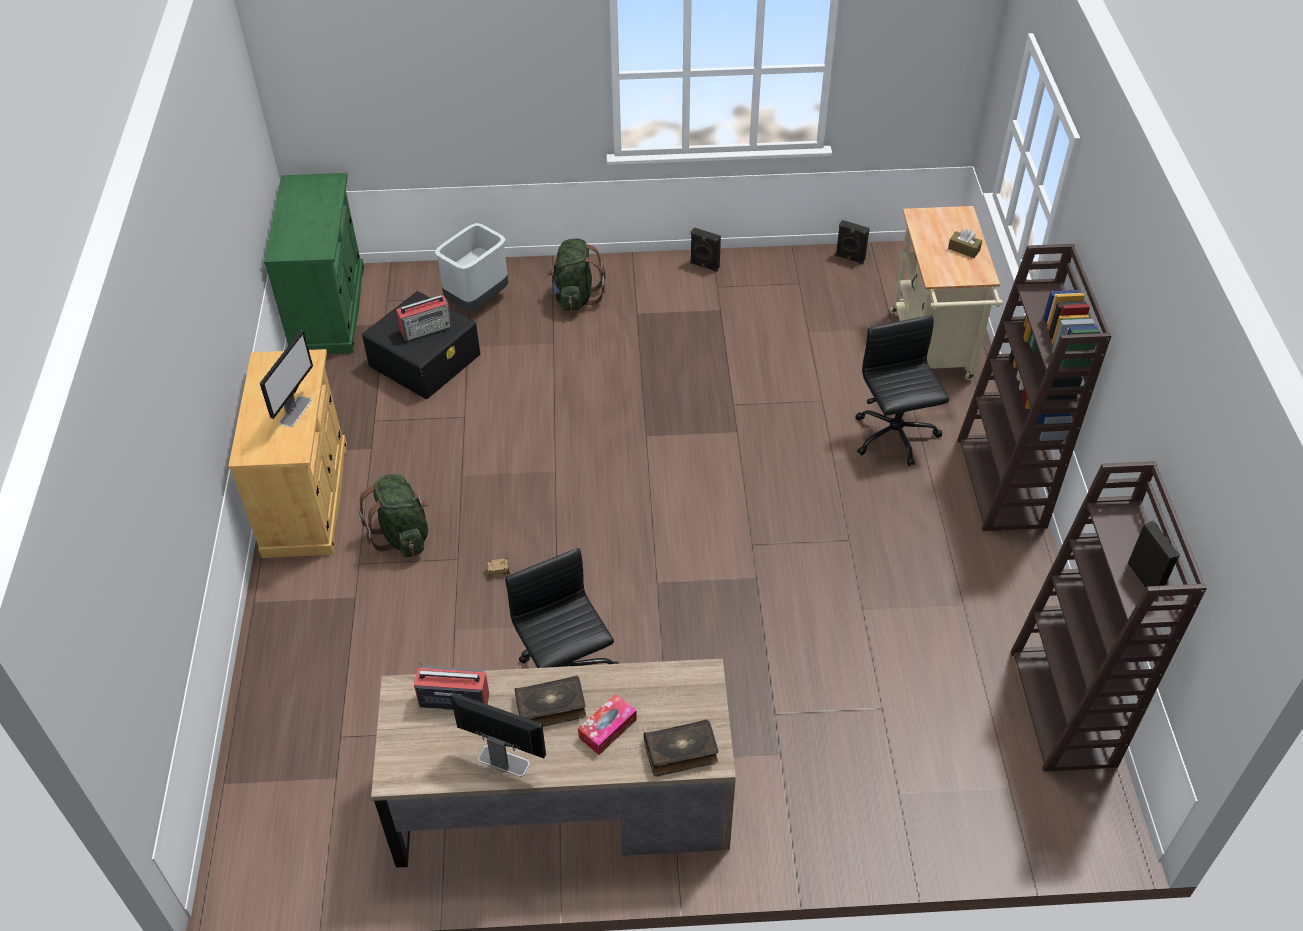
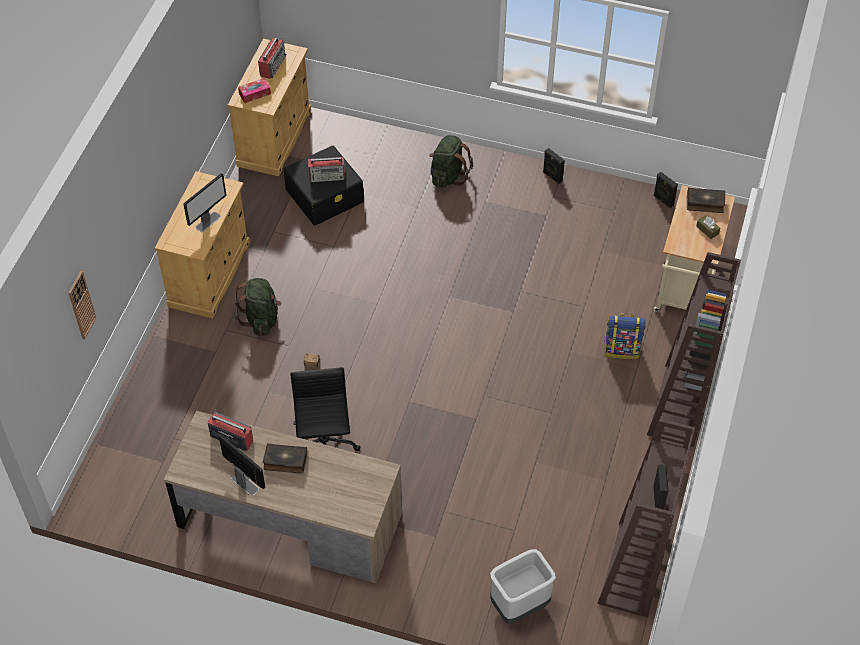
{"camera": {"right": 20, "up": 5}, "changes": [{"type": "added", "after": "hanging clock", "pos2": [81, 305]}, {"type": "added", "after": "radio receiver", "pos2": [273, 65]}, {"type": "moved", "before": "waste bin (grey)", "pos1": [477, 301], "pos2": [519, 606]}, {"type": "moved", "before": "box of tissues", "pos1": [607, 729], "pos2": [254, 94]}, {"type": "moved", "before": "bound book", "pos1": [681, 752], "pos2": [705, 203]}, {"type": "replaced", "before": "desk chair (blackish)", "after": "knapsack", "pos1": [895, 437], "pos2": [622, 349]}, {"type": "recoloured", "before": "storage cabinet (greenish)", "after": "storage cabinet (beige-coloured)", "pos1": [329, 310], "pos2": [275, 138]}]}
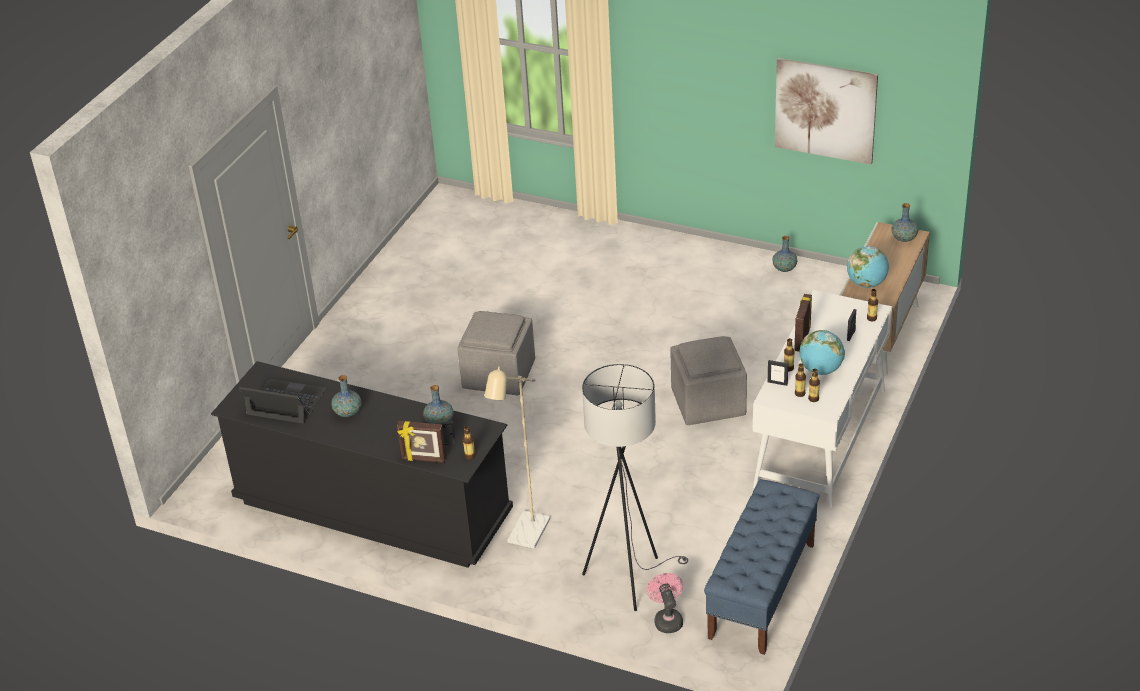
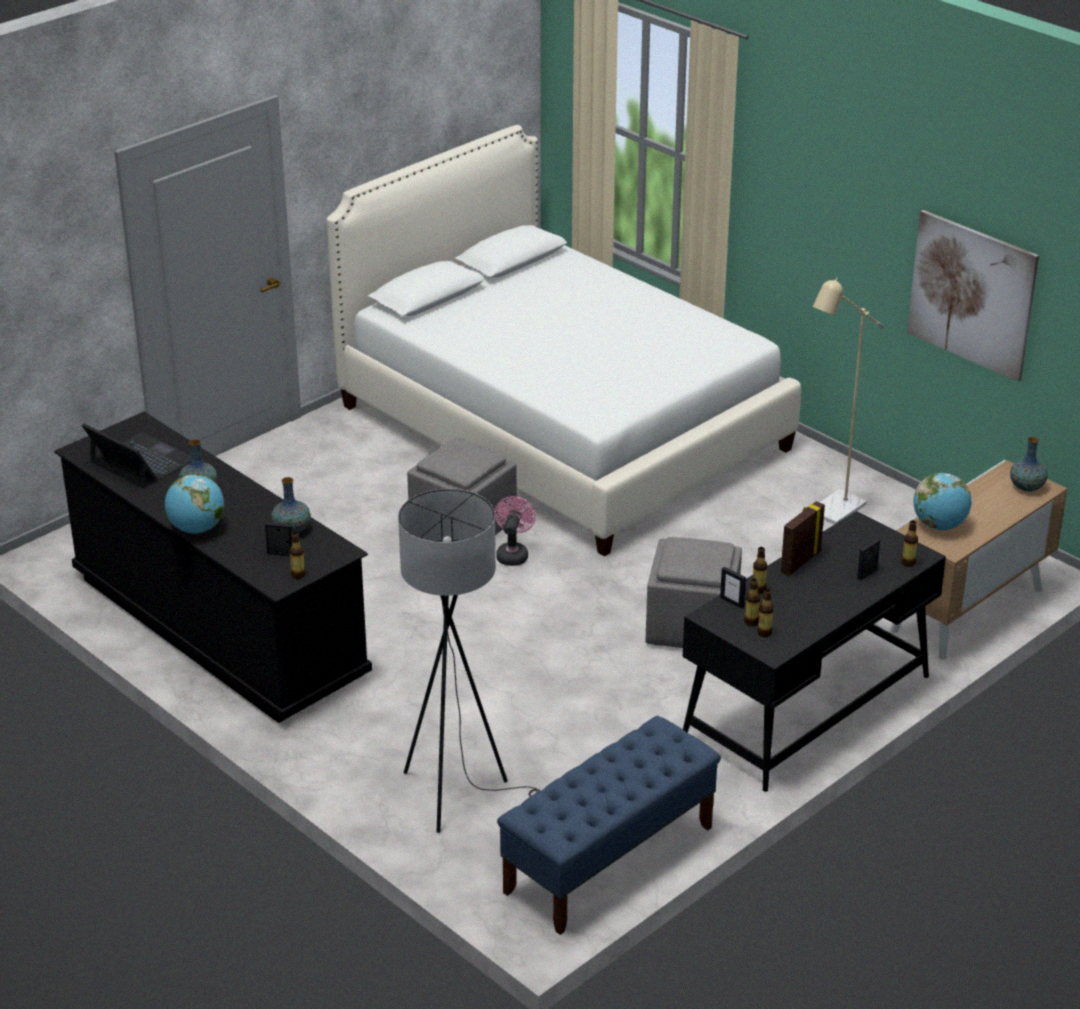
{"camera": {"right": 20, "up": -5}, "changes": [{"type": "removed", "before": "picture frame", "pos1": [424, 459]}, {"type": "removed", "before": "flower vase", "pos1": [784, 269]}, {"type": "added", "after": "bed (white)", "pos2": [562, 426]}, {"type": "moved", "before": "floor lamp (beige-coloured)", "pos1": [525, 537], "pos2": [831, 513]}, {"type": "moved", "before": "cooling fan (pink)", "pos1": [667, 619], "pos2": [513, 554]}, {"type": "moved", "before": "desk globe", "pos1": [821, 370], "pos2": [197, 529]}, {"type": "recoloured", "before": "desk unit (white)", "after": "desk unit (blackish)", "pos1": [820, 437], "pos2": [806, 706]}]}
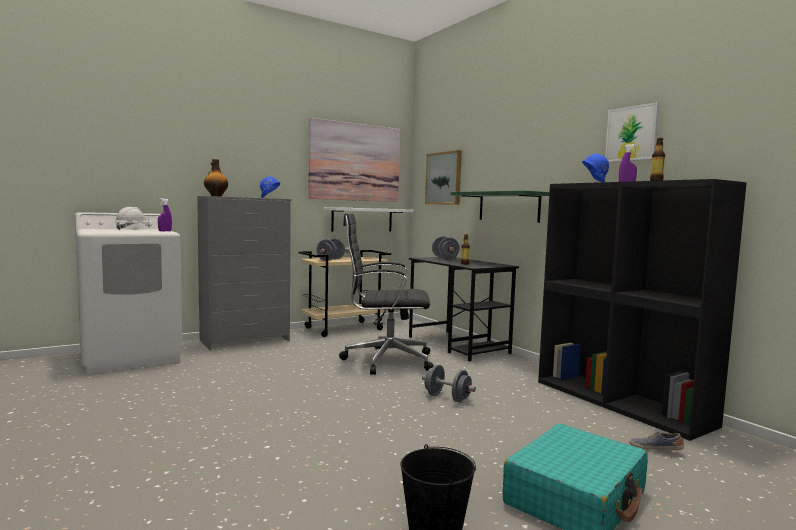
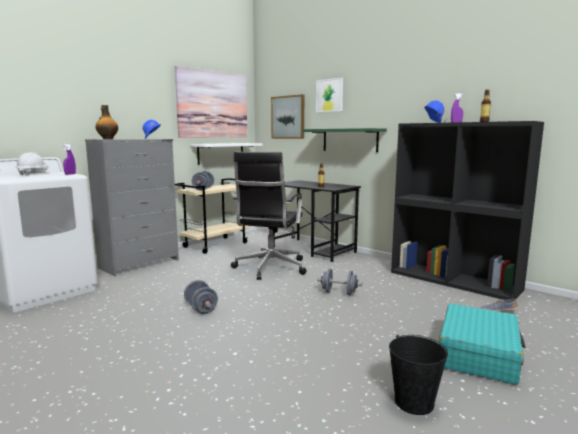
{"camera": {"right": -15, "up": 5}, "changes": [{"type": "moved", "before": "hand weight (grey)", "pos1": [445, 258], "pos2": [201, 309]}, {"type": "moved", "before": "wall picture", "pos1": [631, 133], "pos2": [329, 95]}, {"type": "turned", "before": "desk chair (blackish)", "pos1": [385, 360], "pos2": [269, 268], "turn": -60}]}
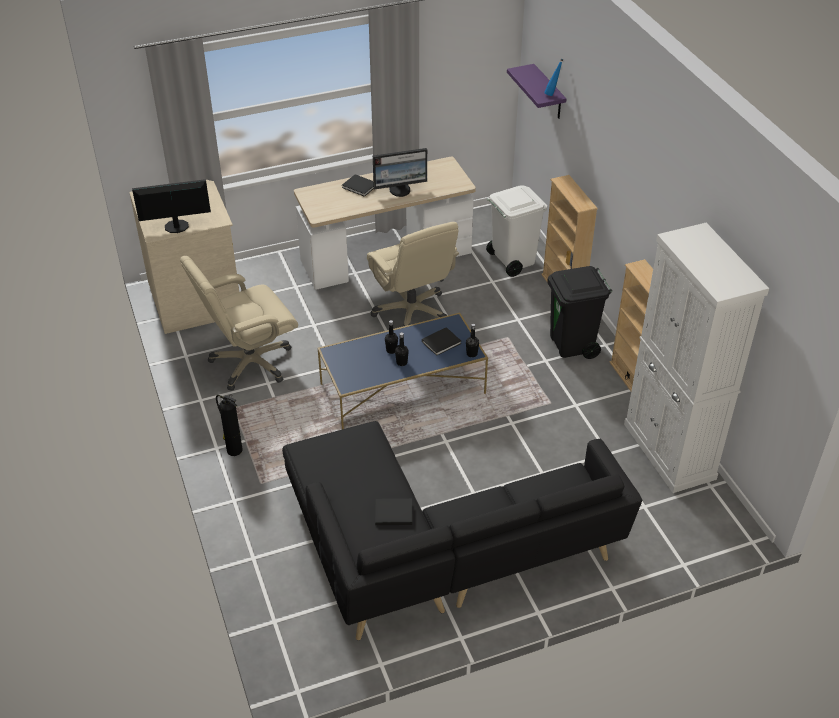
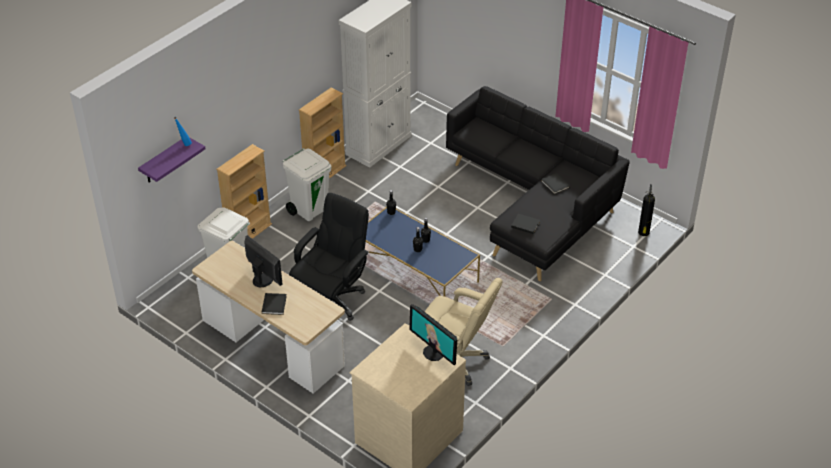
{"camera": {"right": -120, "up": 0}, "changes": [{"type": "moved", "before": "fire extinguisher", "pos1": [233, 450], "pos2": [643, 233]}, {"type": "moved", "before": "bound book (blackish)", "pos1": [442, 342], "pos2": [524, 224]}, {"type": "recoloured", "before": "desk chair (beige-coloured)", "after": "desk chair (blackish)", "pos1": [412, 312], "pos2": [331, 300]}, {"type": "recoloured", "before": "waste bin (blackish)", "after": "waste bin (white)", "pos1": [572, 345], "pos2": [310, 210]}]}
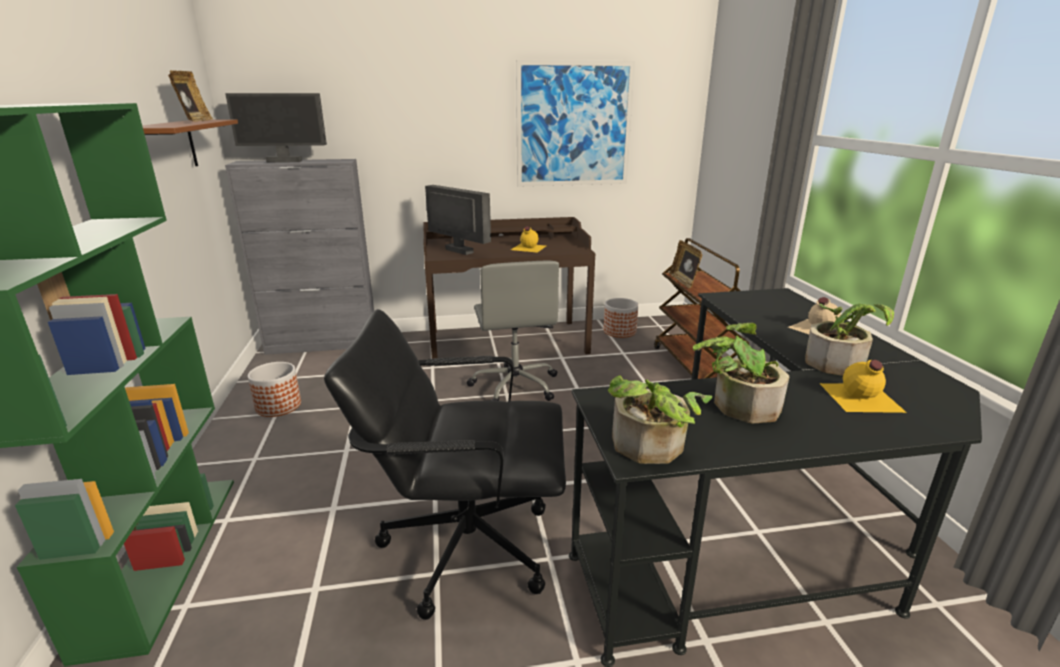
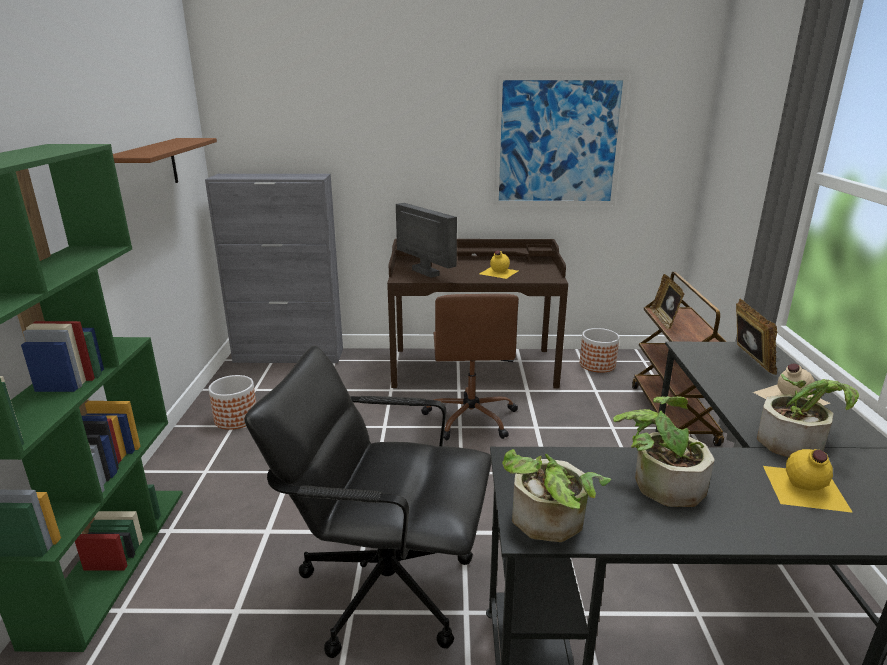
{"camera": {"right": 10, "up": 0}, "changes": [{"type": "removed", "before": "computer screen", "pos1": [285, 161]}, {"type": "moved", "before": "picture frame", "pos1": [195, 121], "pos2": [749, 360]}, {"type": "recoloured", "before": "desk chair (grey)", "after": "desk chair (brownish)", "pos1": [515, 385], "pos2": [471, 418]}]}
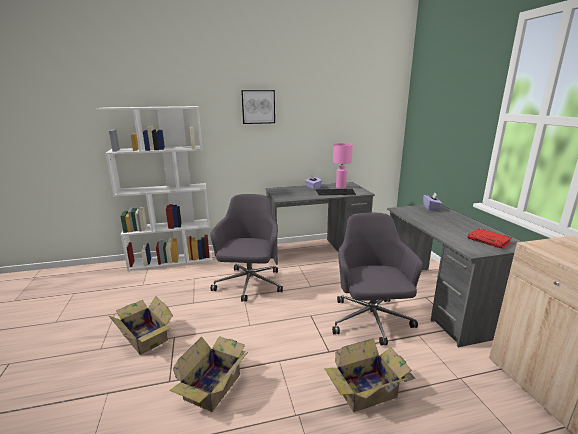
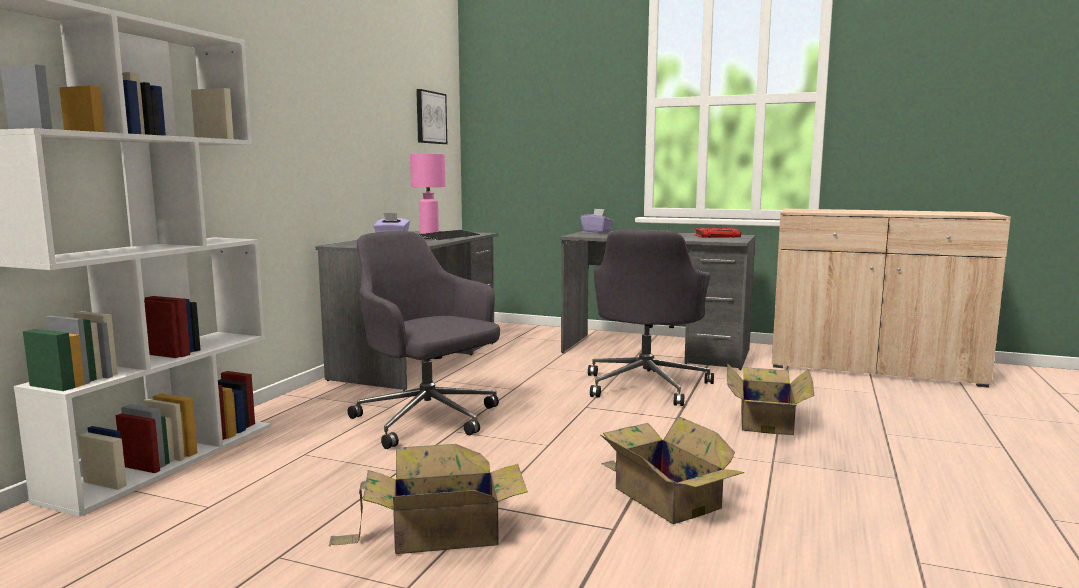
{"camera": {"right": -55, "up": -10}, "changes": [{"type": "moved", "before": "wall picture", "pos1": [258, 107], "pos2": [430, 117]}, {"type": "turned", "before": "desk chair (grey)", "pos1": [371, 321], "pos2": [646, 385], "turn": -105}]}
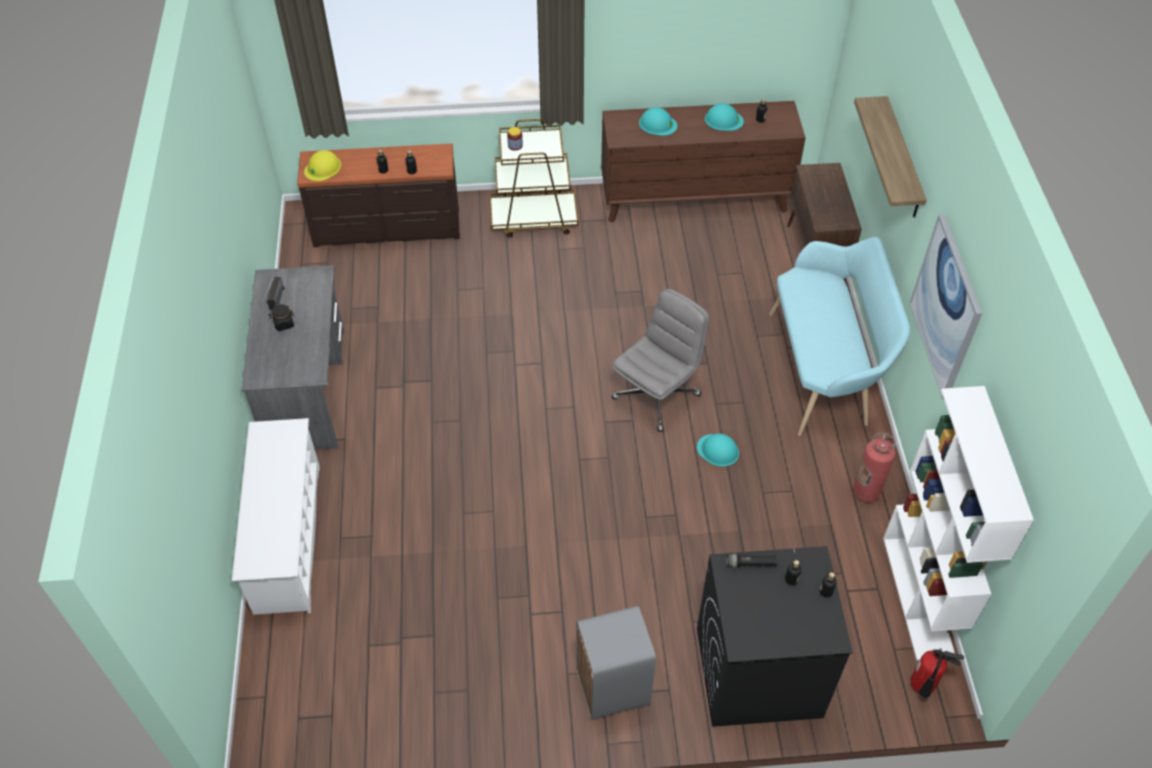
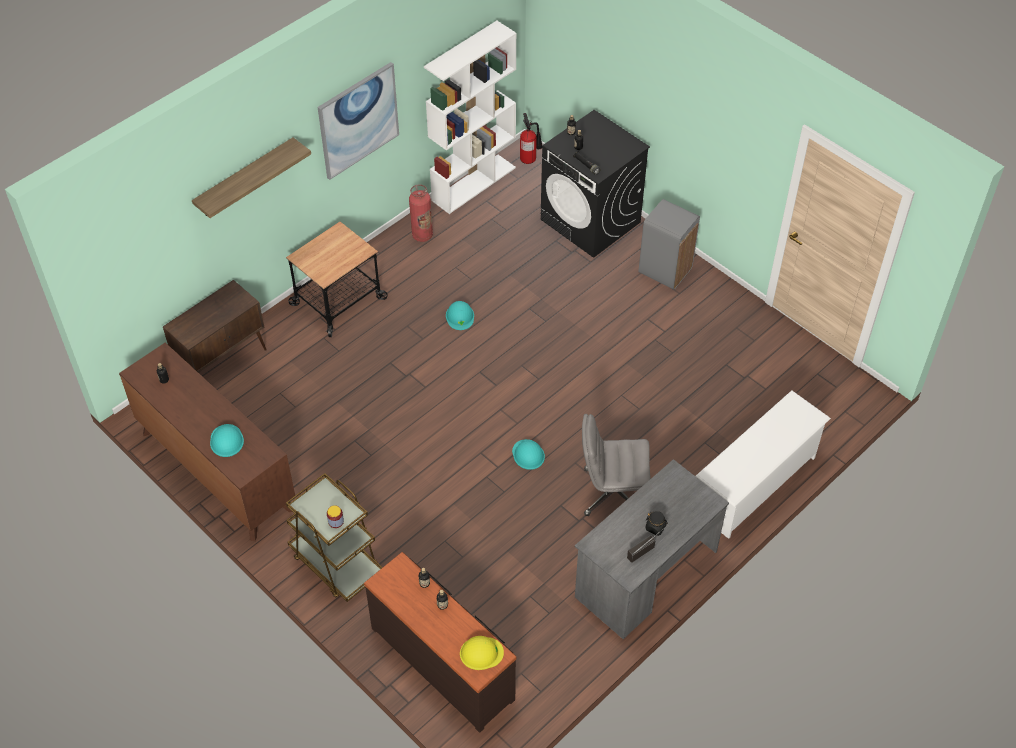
{"camera": {"right": -130, "up": 0}, "changes": [{"type": "moved", "before": "desk chair (grey)", "pos1": [656, 395], "pos2": [612, 493]}, {"type": "moved", "before": "safety helmet (turquoise-coloured)", "pos1": [723, 120], "pos2": [528, 454]}, {"type": "replaced", "before": "indoor bench (turquoise-coloured)", "after": "wheeled cart", "pos1": [824, 370], "pos2": [338, 301]}]}
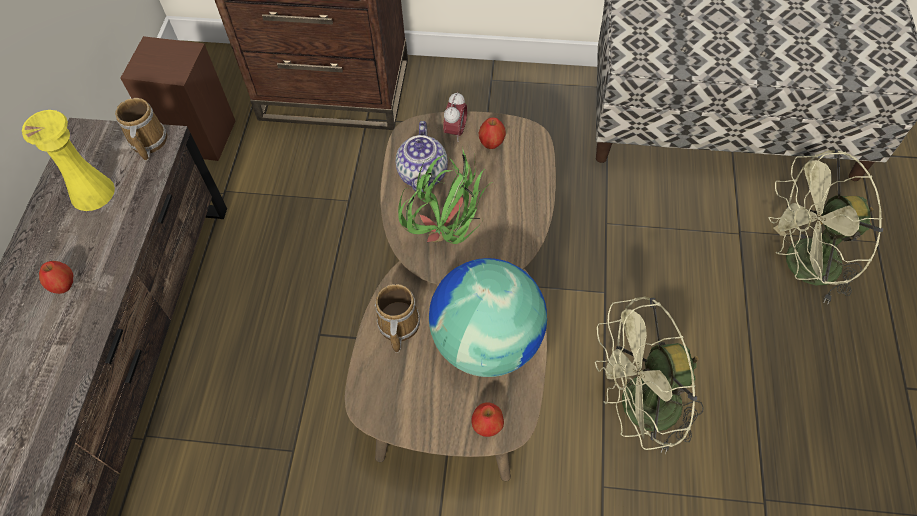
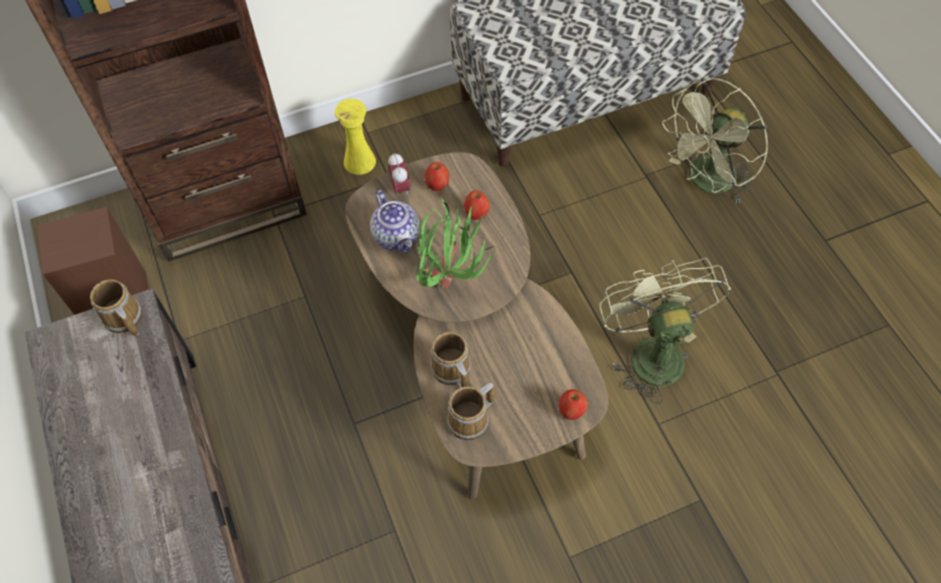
{"camera": {"right": -30, "up": 0}, "changes": [{"type": "removed", "before": "desk globe", "pos1": [486, 341]}, {"type": "added", "after": "coffee mug", "pos2": [471, 420]}, {"type": "moved", "before": "flower vase (yellow-coloured)", "pos1": [92, 193], "pos2": [359, 161]}, {"type": "moved", "before": "apple", "pos1": [64, 285], "pos2": [476, 214]}, {"type": "turned", "before": "cooling fan (greenish)", "pos1": [638, 409], "pos2": [650, 351], "turn": 120}]}
